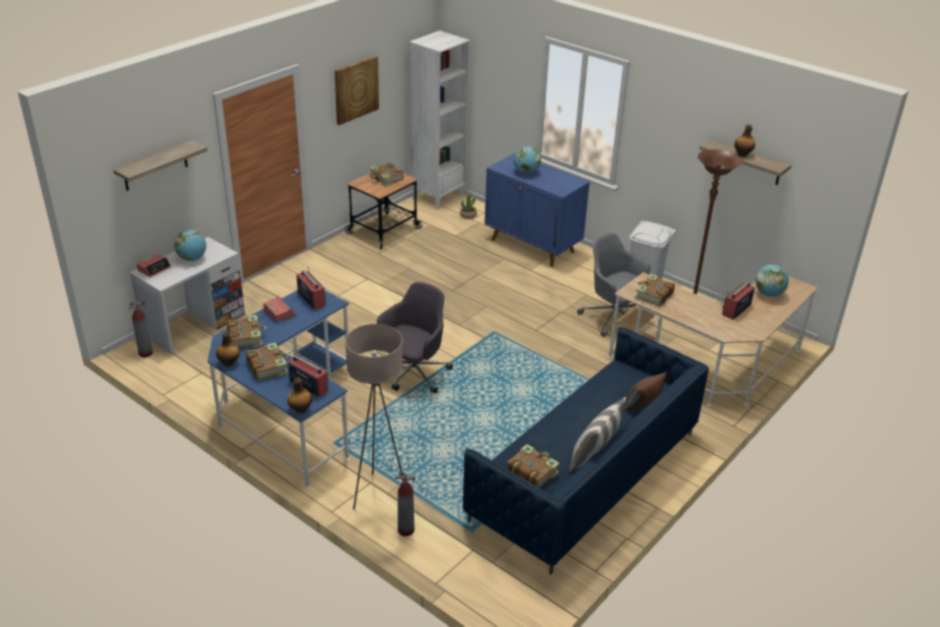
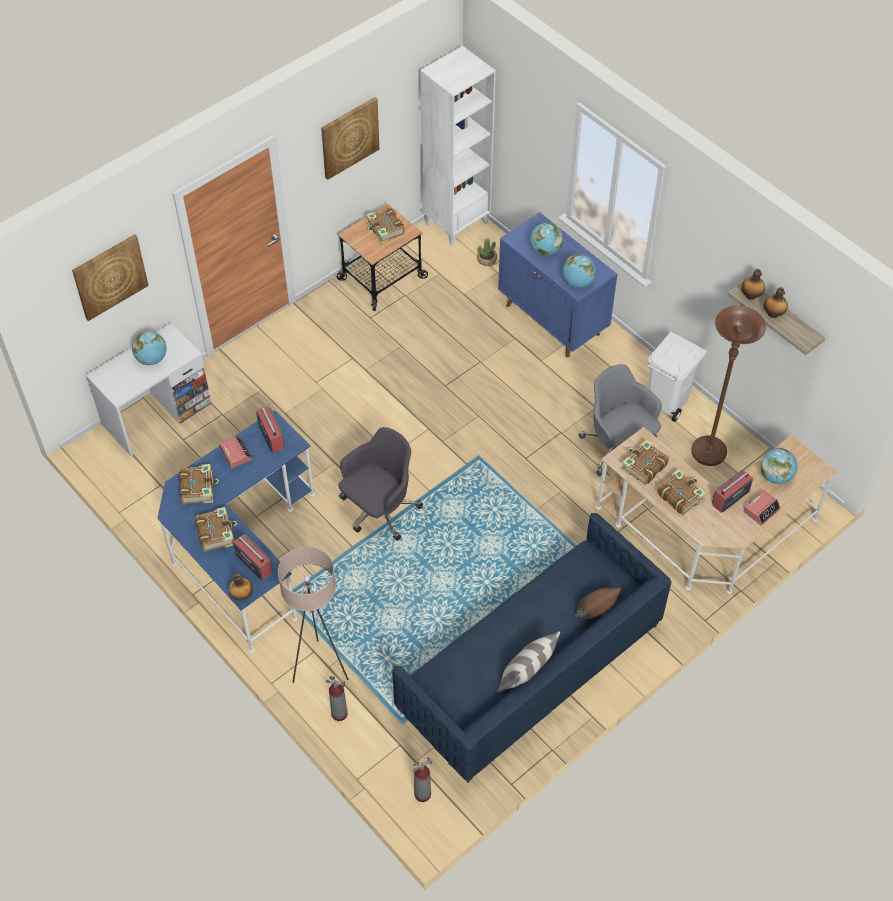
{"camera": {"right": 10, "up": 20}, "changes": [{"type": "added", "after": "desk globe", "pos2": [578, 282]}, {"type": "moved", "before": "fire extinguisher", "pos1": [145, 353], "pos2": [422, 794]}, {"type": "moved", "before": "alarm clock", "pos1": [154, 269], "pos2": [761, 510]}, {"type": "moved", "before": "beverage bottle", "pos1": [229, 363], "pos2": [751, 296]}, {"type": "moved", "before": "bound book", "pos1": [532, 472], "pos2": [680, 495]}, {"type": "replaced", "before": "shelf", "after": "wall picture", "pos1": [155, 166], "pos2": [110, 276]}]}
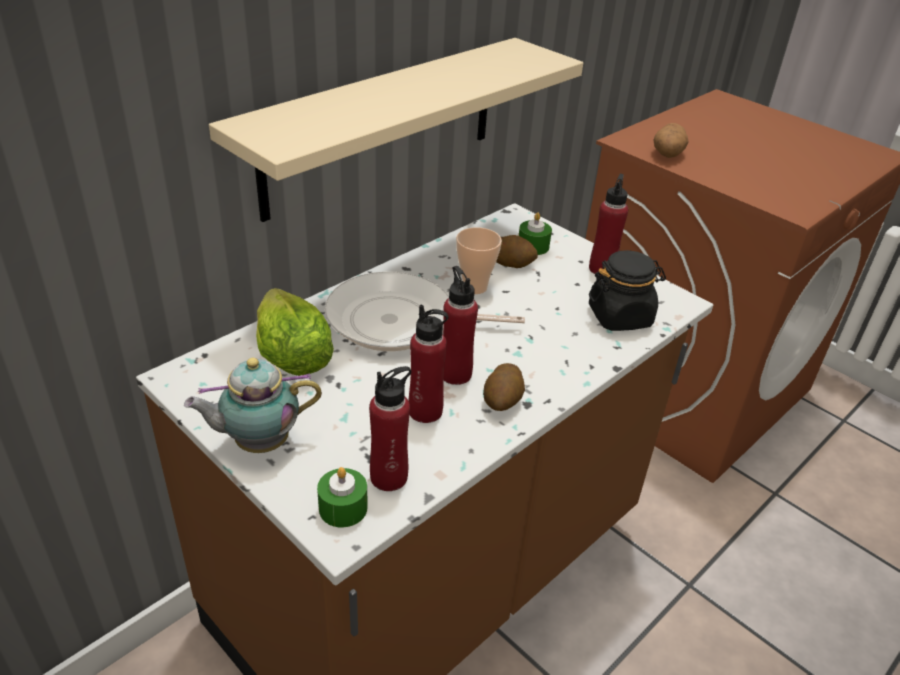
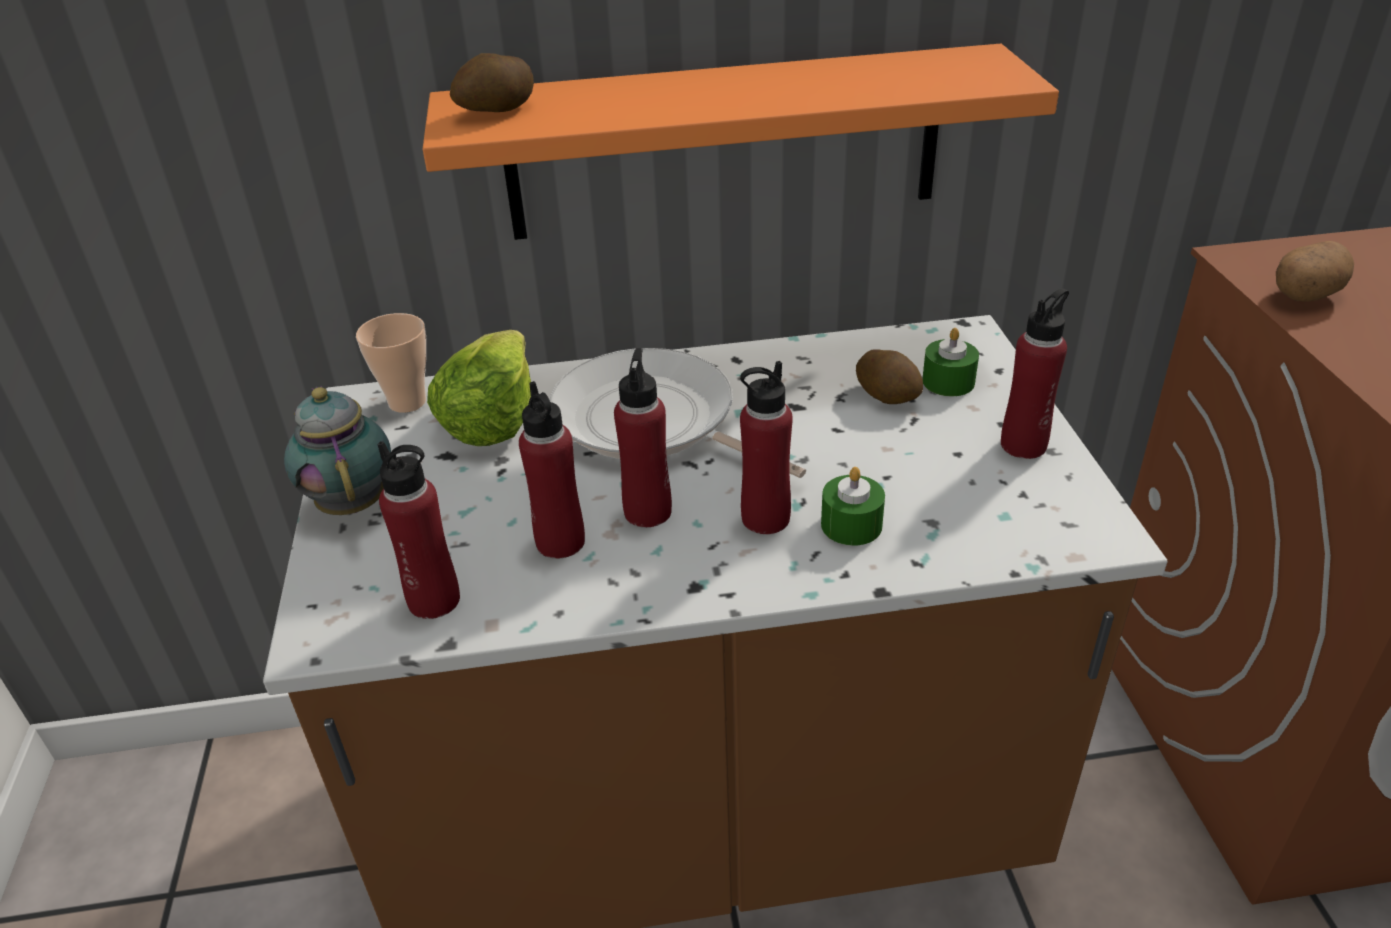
{"camera": {"right": 40, "up": 0}, "changes": [{"type": "removed", "before": "jar (blackish)", "pos1": [620, 316]}, {"type": "added", "after": "beverage bottle (reddish)", "pos2": [765, 518]}, {"type": "moved", "before": "wax light (greenish)", "pos1": [343, 508], "pos2": [851, 525]}, {"type": "moved", "before": "small cup", "pos1": [474, 287], "pos2": [407, 402]}, {"type": "moved", "before": "whole potato", "pos1": [502, 401], "pos2": [496, 111]}, {"type": "recoloured", "before": "shelf (beige-coloured)", "after": "shelf (orange)", "pos1": [383, 126], "pos2": [724, 144]}, {"type": "turned", "before": "teapot", "pos1": [258, 443], "pos2": [353, 502], "turn": 45}]}
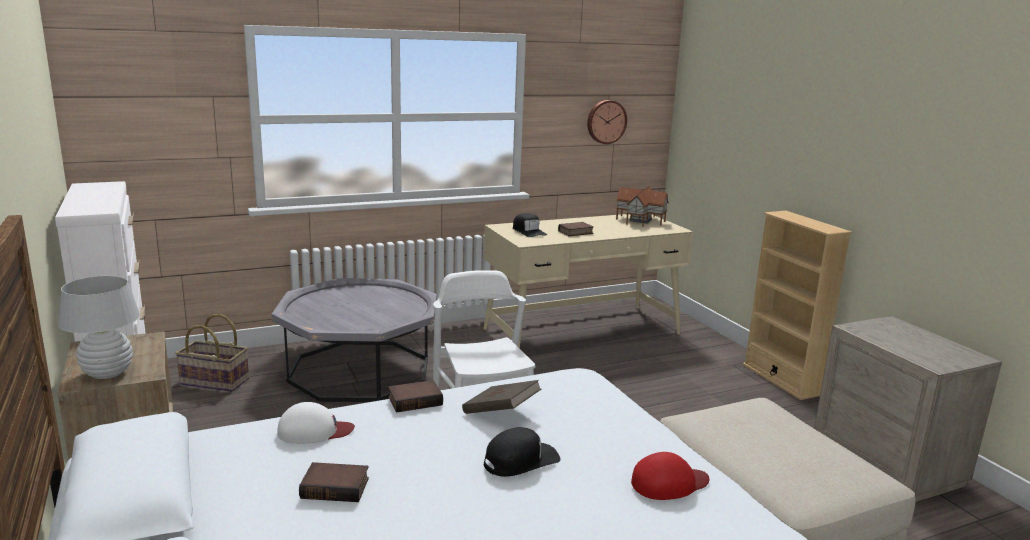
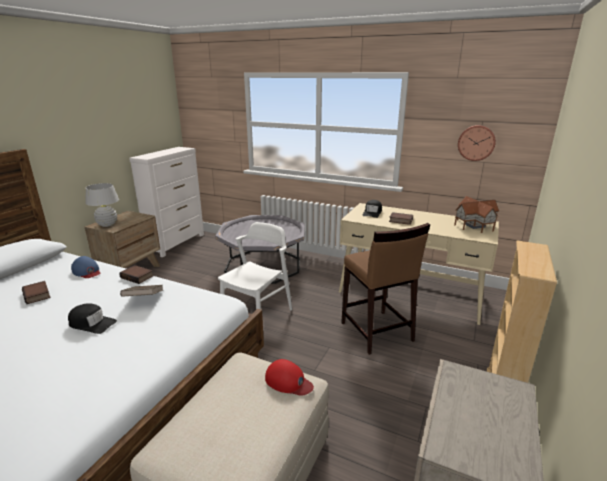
{"camera": {"right": 50, "up": 5}, "changes": [{"type": "removed", "before": "storage basket", "pos1": [214, 382]}, {"type": "added", "after": "stool (brownish)", "pos2": [376, 332]}, {"type": "moved", "before": "peaked cap (reddish)", "pos1": [669, 483], "pos2": [288, 381]}, {"type": "recoloured", "before": "peaked cap (white)", "after": "peaked cap (bluish)", "pos1": [314, 431], "pos2": [87, 271]}]}
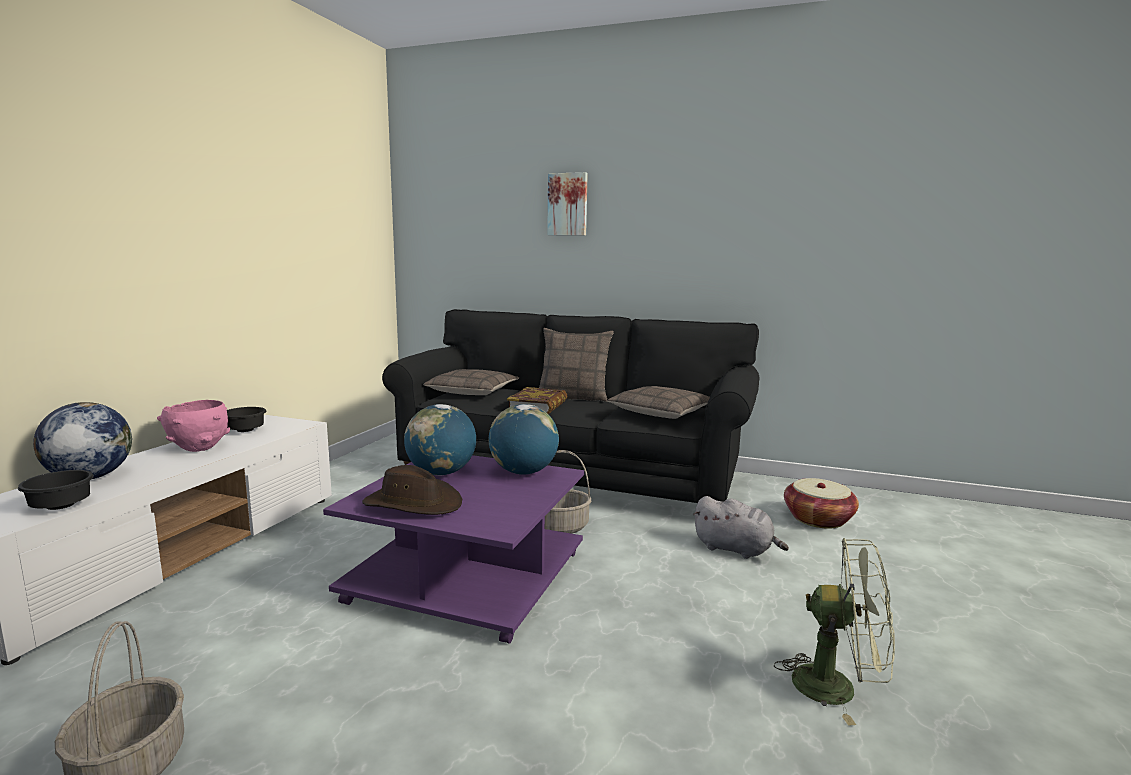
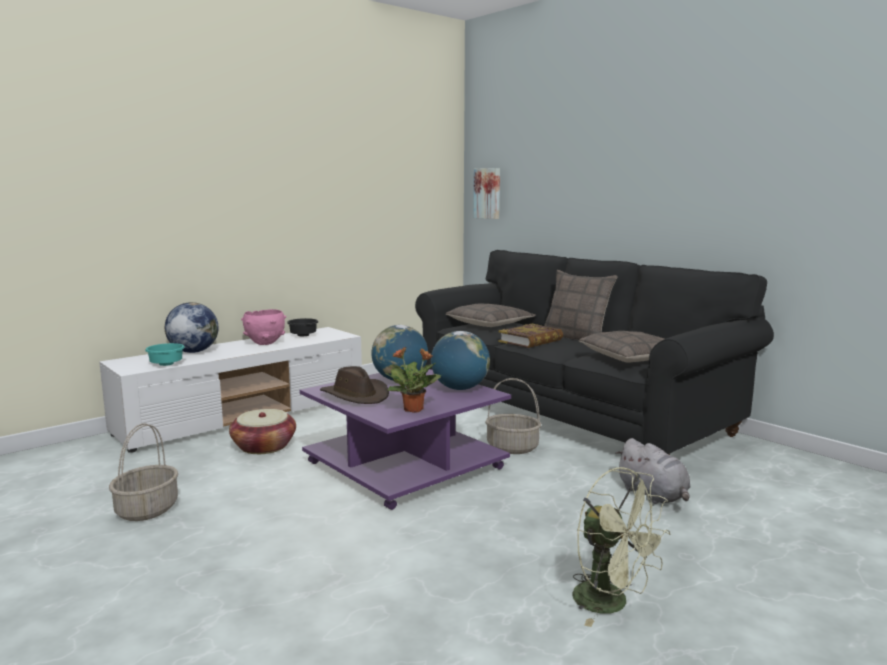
{"camera": {"right": 30, "up": 0}, "changes": [{"type": "added", "after": "houseplant", "pos2": [414, 410]}, {"type": "moved", "before": "wall picture", "pos1": [568, 204], "pos2": [488, 193]}, {"type": "moved", "before": "storage basket", "pos1": [818, 519], "pos2": [264, 447]}, {"type": "recoloured", "before": "deep dish (blackish)", "after": "deep dish (turquoise-coloured)", "pos1": [61, 505], "pos2": [167, 364]}]}
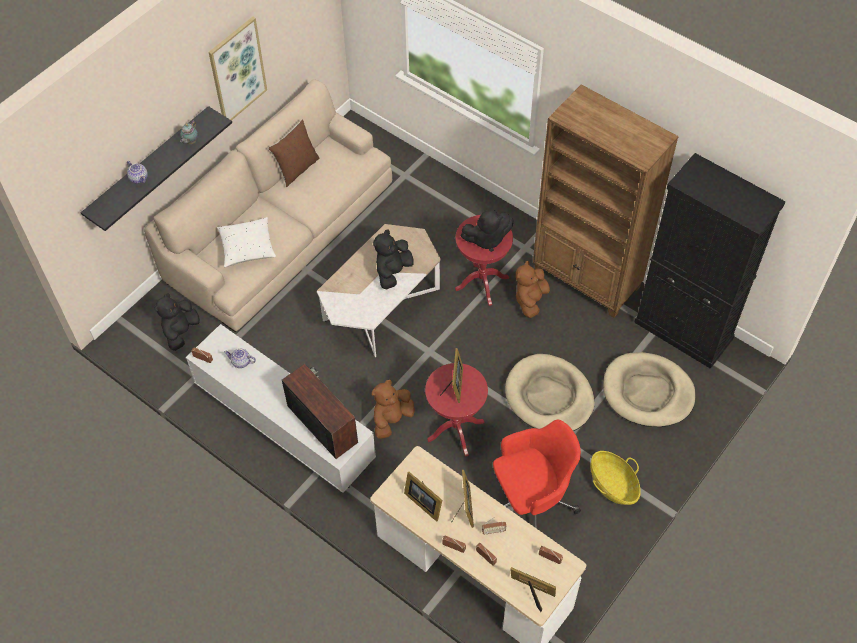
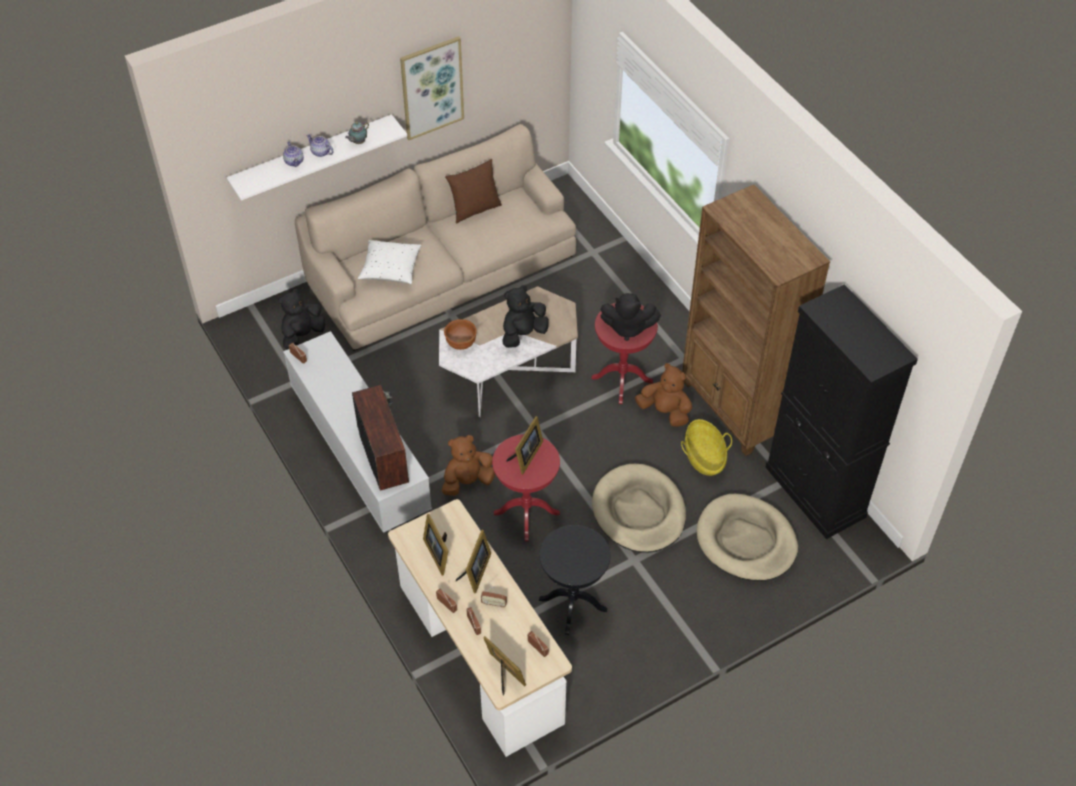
{"camera": {"right": 20, "up": -5}, "changes": [{"type": "added", "after": "deep dish (brownish)", "pos2": [461, 343]}, {"type": "moved", "before": "teapot", "pos1": [241, 362], "pos2": [321, 152]}, {"type": "moved", "before": "storage basket", "pos1": [613, 485], "pos2": [704, 457]}, {"type": "replaced", "before": "desk chair (reddish)", "after": "accent table (blackish)", "pos1": [531, 499], "pos2": [572, 604]}, {"type": "recoloured", "before": "shelf (blackish)", "after": "shelf (white)", "pos1": [149, 167], "pos2": [312, 156]}, {"type": "turned", "before": "soft toy (brownish)", "pos1": [530, 300], "pos2": [665, 411], "turn": 75}]}
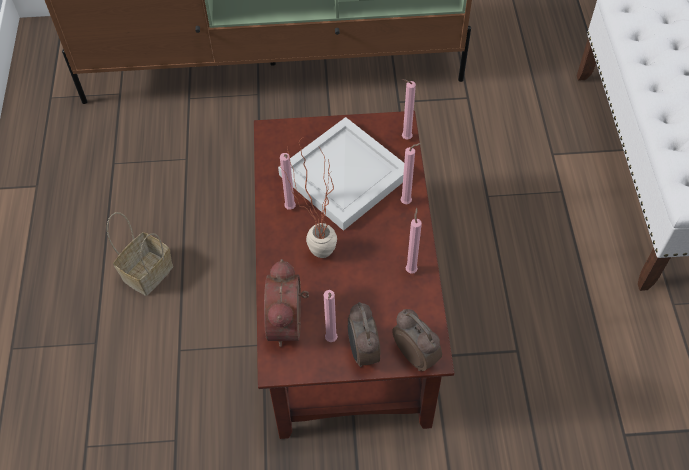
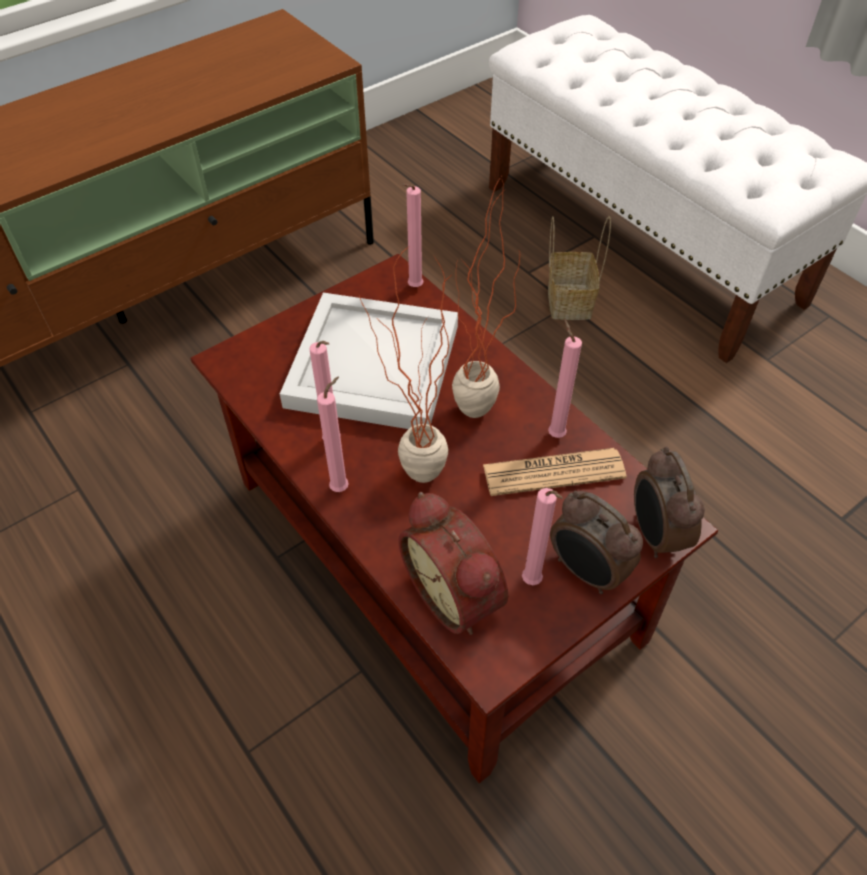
{"camera": {"right": -35, "up": -5}, "changes": [{"type": "added", "after": "houseplant", "pos2": [475, 422]}, {"type": "added", "after": "daily paper", "pos2": [553, 472]}, {"type": "moved", "before": "storage basket", "pos1": [148, 271], "pos2": [567, 300]}, {"type": "moved", "before": "wax light (pink)", "pos1": [407, 202], "pos2": [342, 487]}, {"type": "turned", "before": "alarm clock", "pos1": [416, 355], "pos2": [654, 535], "turn": -120}]}
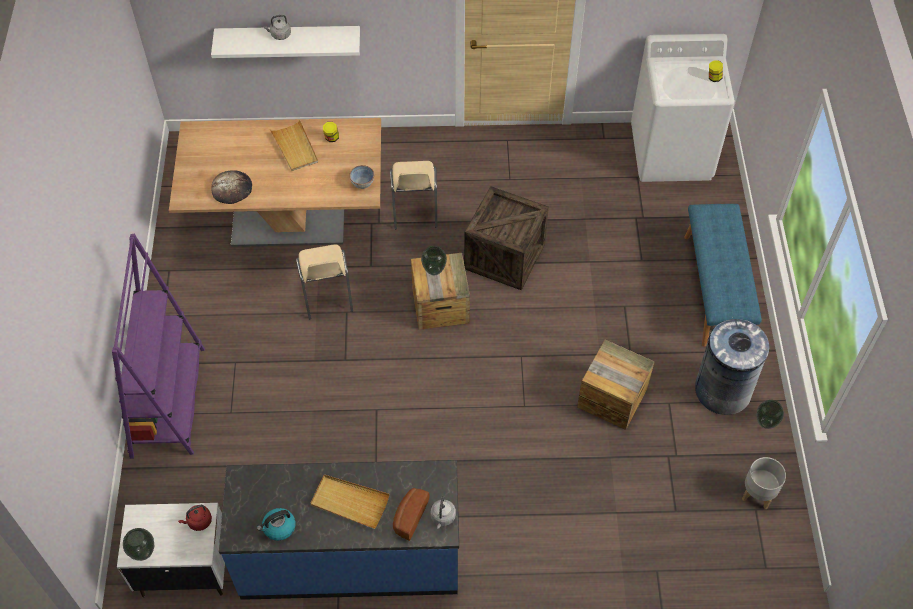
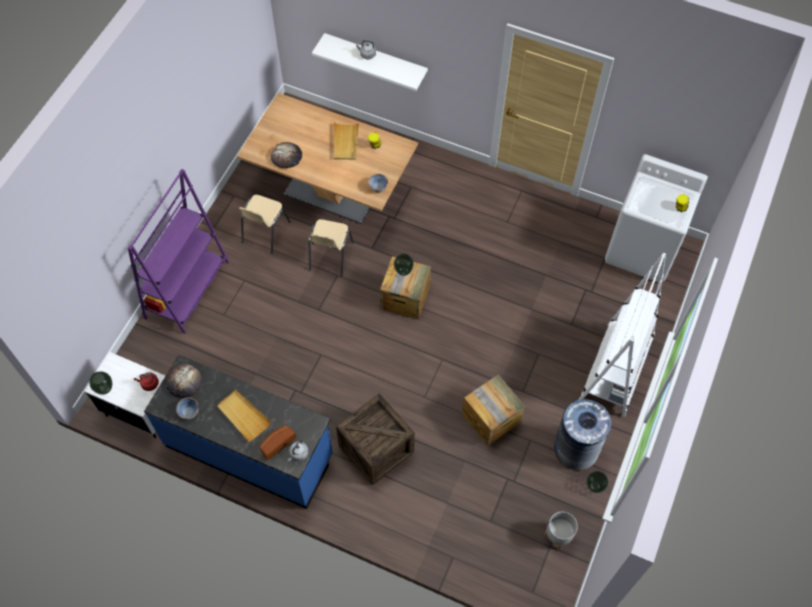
{"camera": {"right": 25, "up": 5}, "changes": [{"type": "added", "after": "bakery bread", "pos2": [184, 382]}, {"type": "moved", "before": "chair (beige-coloured)", "pos1": [414, 208], "pos2": [265, 232]}, {"type": "moved", "before": "packing crate", "pos1": [504, 256], "pos2": [376, 449]}, {"type": "replaced", "before": "kettle", "after": "deep dish", "pos1": [279, 528], "pos2": [189, 412]}, {"type": "replaced", "before": "indoor bench (bluish)", "after": "shelving unit (white)", "pos1": [716, 289], "pos2": [615, 369]}]}
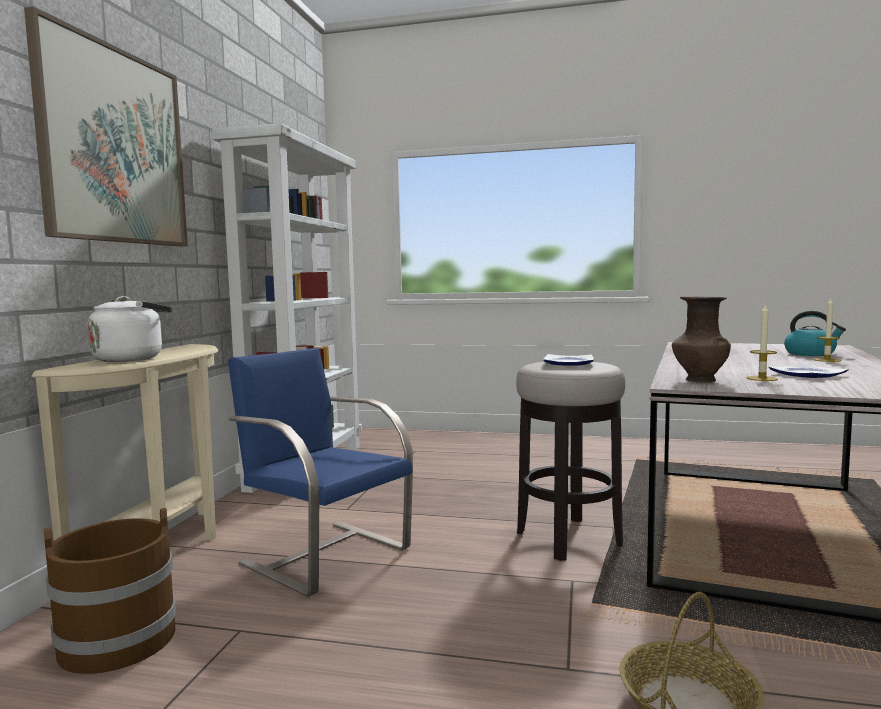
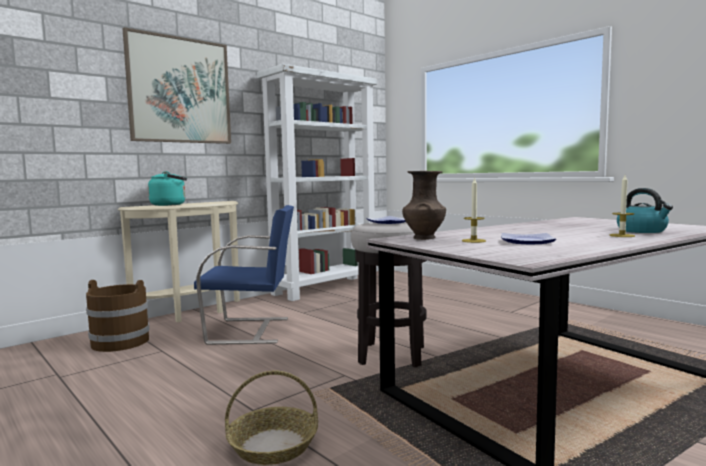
{"camera": {"right": 35, "up": 0}, "changes": [{"type": "recoloured", "before": "kettle (white)", "after": "kettle (turquoise-coloured)", "pos1": [132, 359], "pos2": [170, 205]}, {"type": "turned", "before": "chair (bluish)", "pos1": [325, 555], "pos2": [251, 331], "turn": 105}]}
